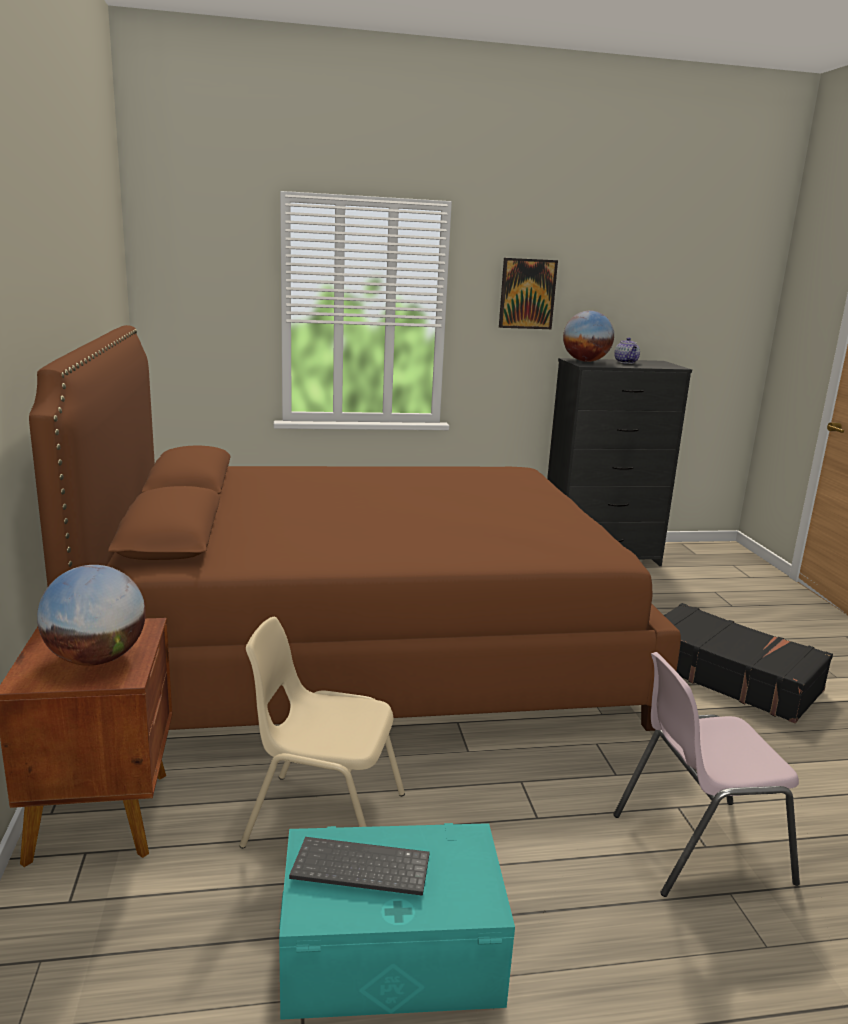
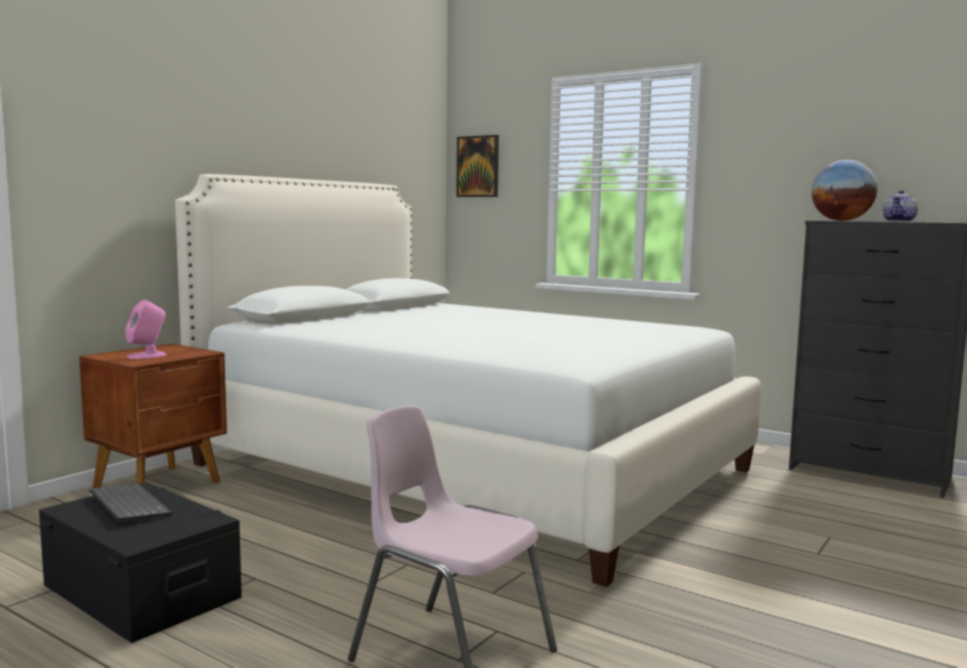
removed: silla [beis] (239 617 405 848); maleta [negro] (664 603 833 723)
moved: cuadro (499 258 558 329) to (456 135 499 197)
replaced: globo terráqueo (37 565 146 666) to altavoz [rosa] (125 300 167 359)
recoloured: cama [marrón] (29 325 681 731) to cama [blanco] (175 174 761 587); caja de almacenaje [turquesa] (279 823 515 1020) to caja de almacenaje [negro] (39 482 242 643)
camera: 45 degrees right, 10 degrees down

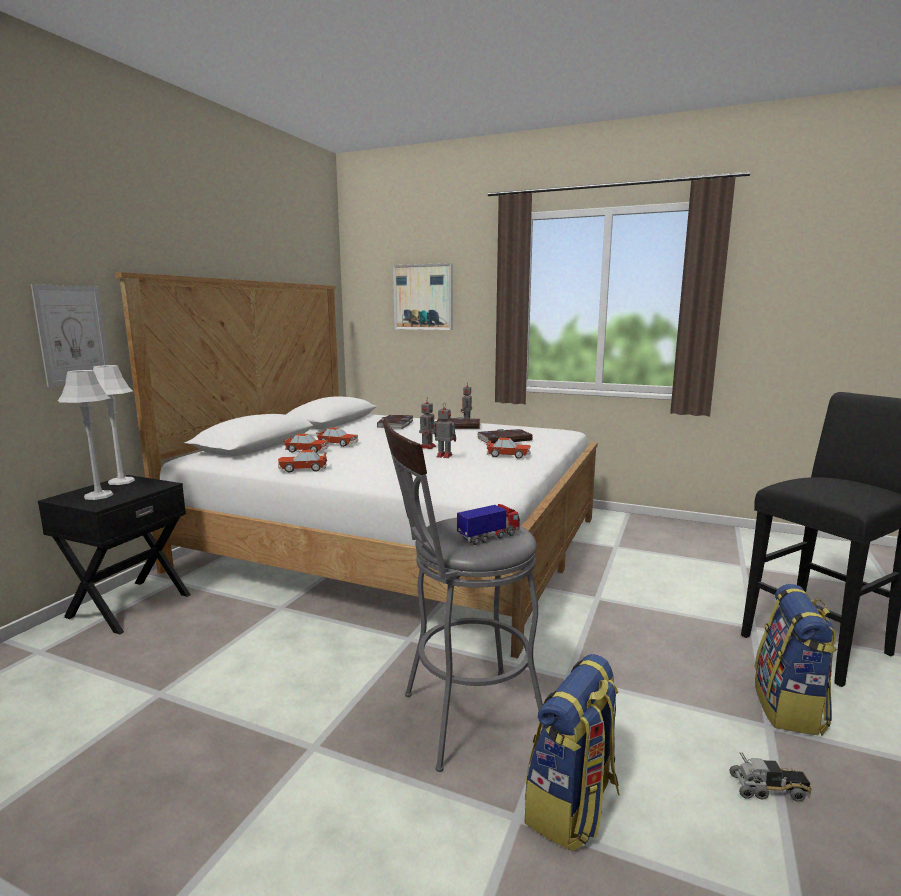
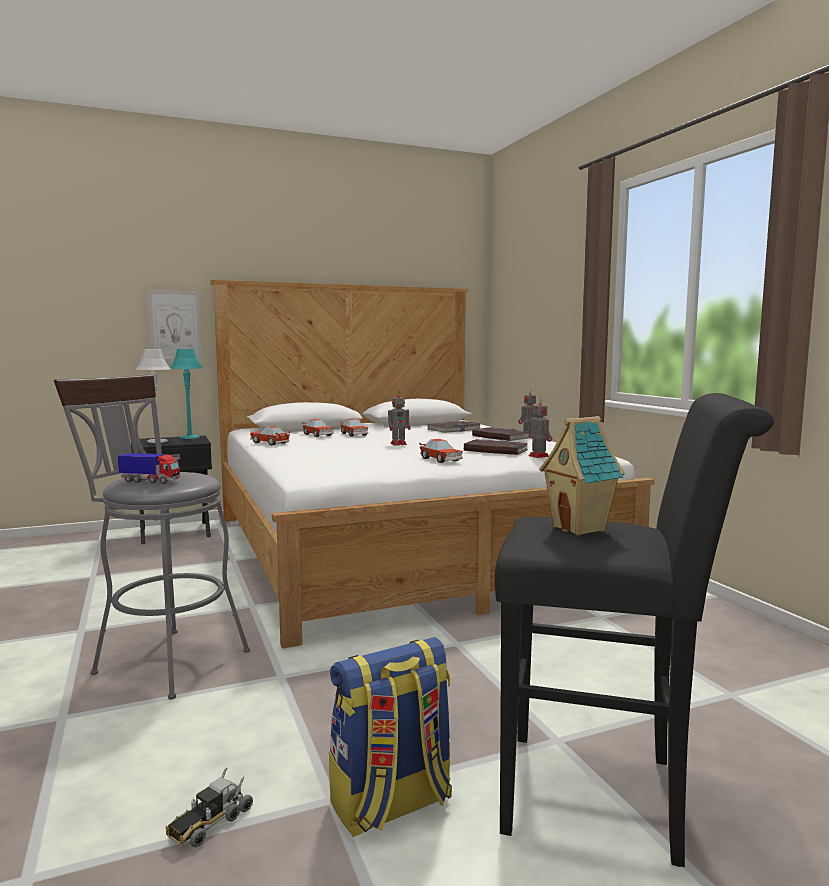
removed: cuadro (393 263 453 330); mochila (524 654 619 852)
added: casita (539 416 625 536)
moved: robot de juguete (431 403 456 458) to (528 399 552 458)
recoloured: lámpara de mesa [blanco] (93 365 135 485) to lámpara de mesa [turquesa] (170 349 203 439)
turned: camión de juguete (730 752 812 802) = (166 768 253 847) 75 degrees clockwise
camera: 45 degrees right, 5 degrees down

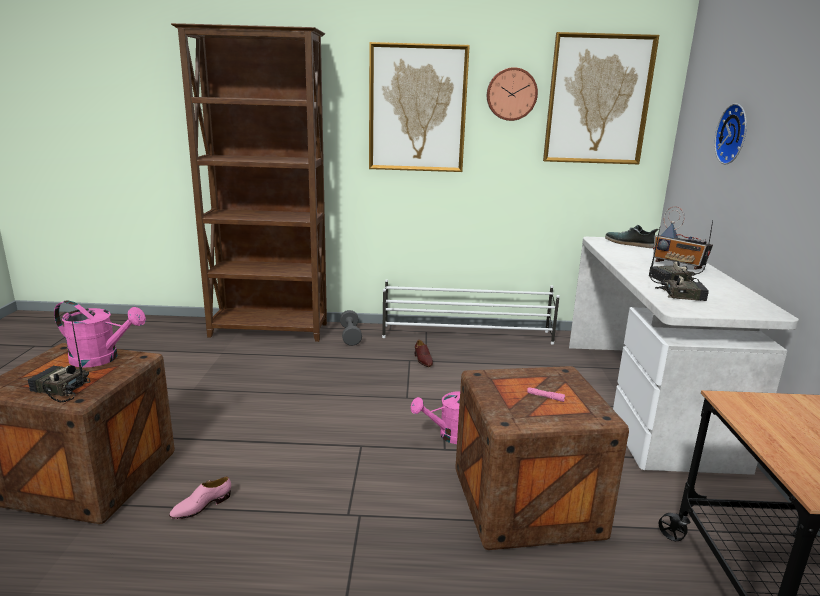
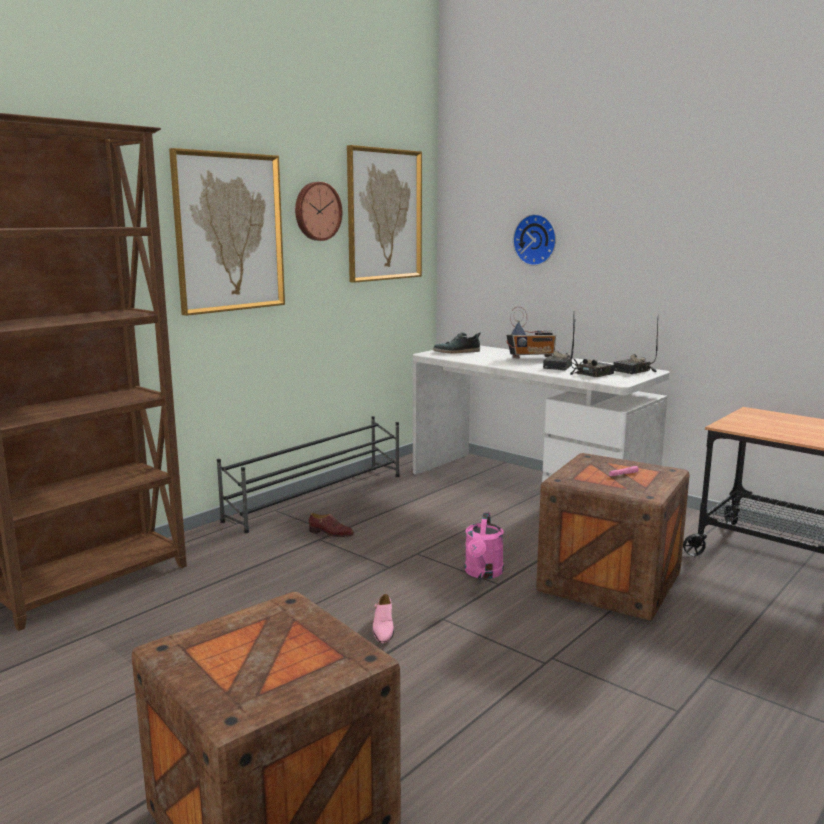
removed: regadera [rosa] (54 300 146 368); mancuerna [gris] (340 310 362 346)
moved: radio (28 321 91 402) to (614 321 658 374); zapato [rosa] (169 477 231 519) to (373 594 394 643)
recoloured: zapatero [blanco] (382 279 560 345) to zapatero [negro] (217 416 399 533)
camera: 50 degrees left, 5 degrees down

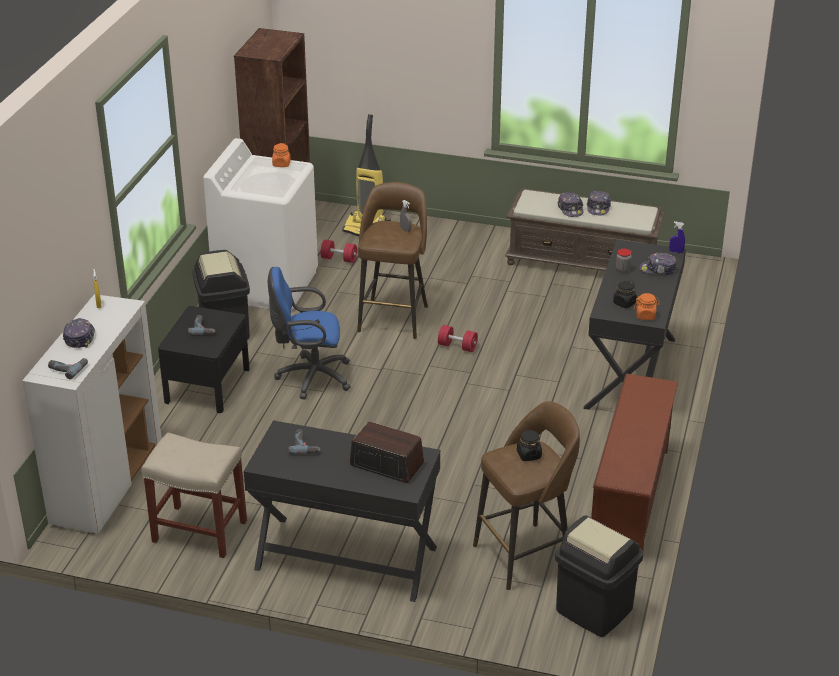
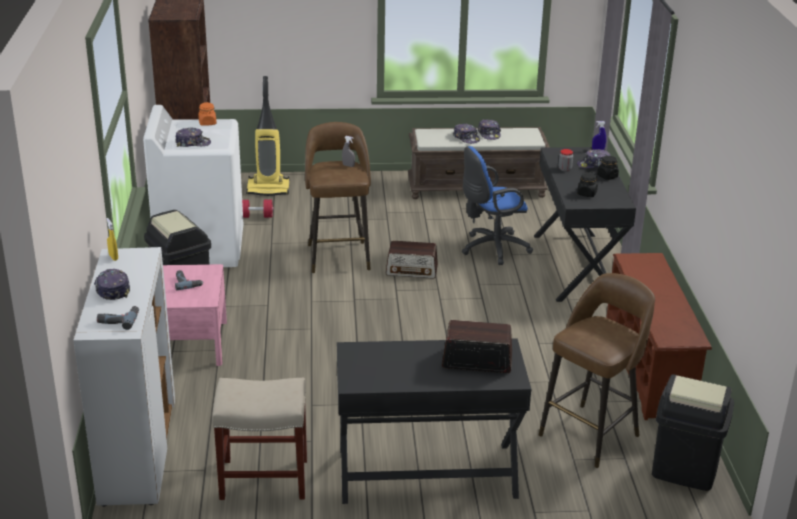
removed: taladro (289 429 320 455); tarro [naranja] (634 293 660 320)
added: gorra (175 128 211 147)
moved: silla de oficina [azul] (268 267 351 399) to (462 146 533 265); tarro [negro] (517 430 542 461) to (597 156 619 180)
replaced: mancuerna [rojo] (438 325 478 352) to radio (386 241 438 279)
recoloured: mesita de noche [negro] (158 306 250 413) to mesita de noche [rosa] (163 264 227 366)
camera: 20 degrees left, 5 degrees down

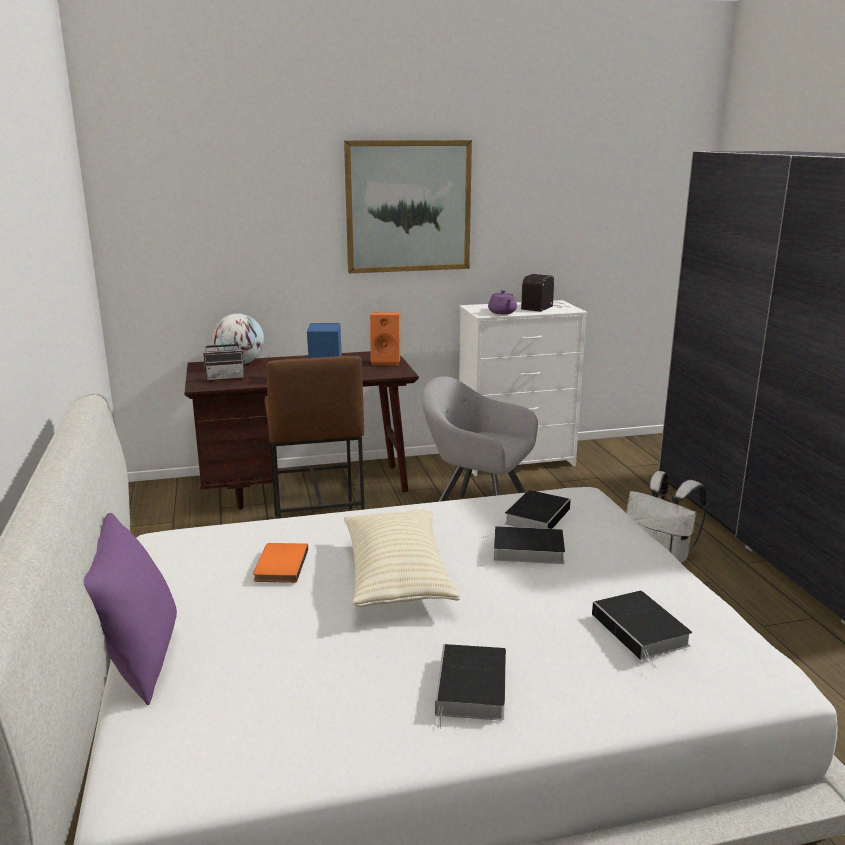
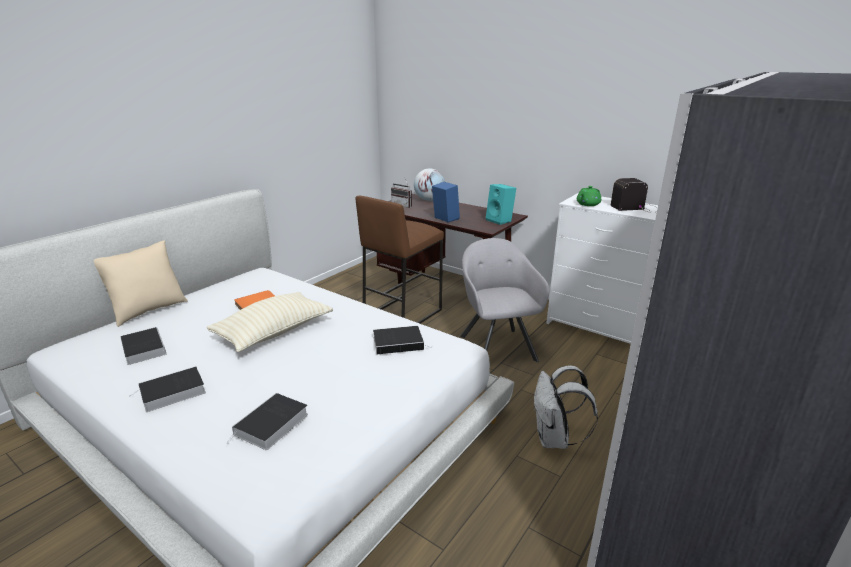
removed: cuadro (344 140 472 273)
moved: libro (483 526 565 564) to (121 327 166 365)
recoloured: cojín [morado] (83 513 177 705) to cojín [beis] (94 240 188 327); altavoz [naranja] (370 312 400 365) to altavoz [turquesa] (486 184 516 225); tetera [morado] (488 290 517 314) to tetera [verde] (577 186 601 206)
camera: 50 degrees right, 5 degrees up

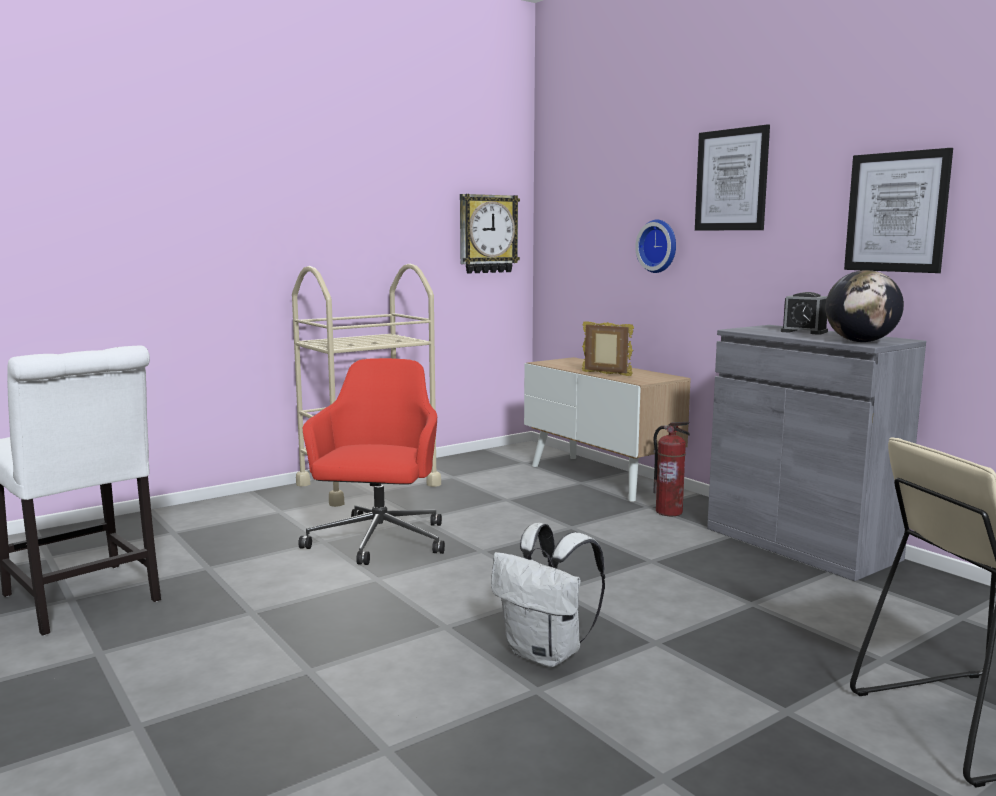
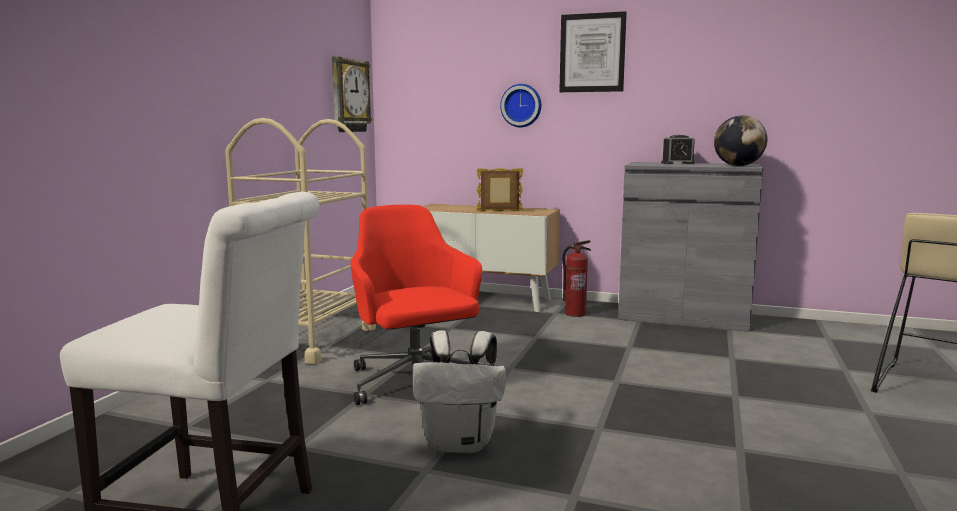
removed: cuadro (844 148 953 273)
moved: mochila [blanco] (491 523 605 667) to (413 330 506 453)
camera: 35 degrees left, 0 degrees up

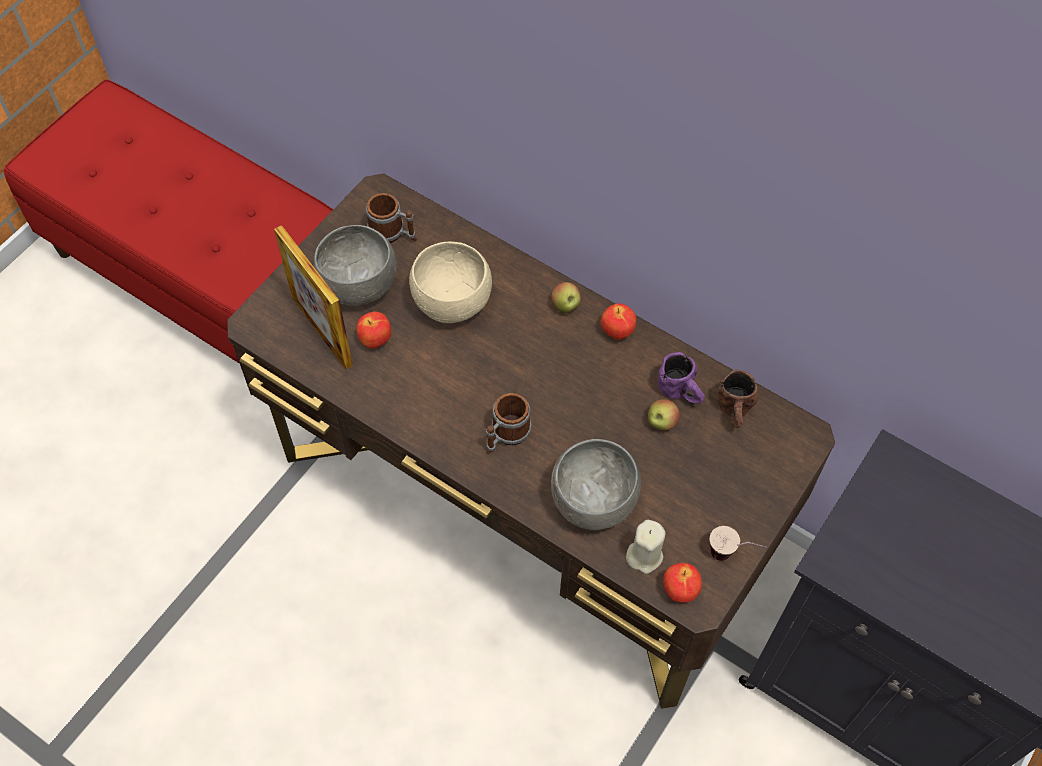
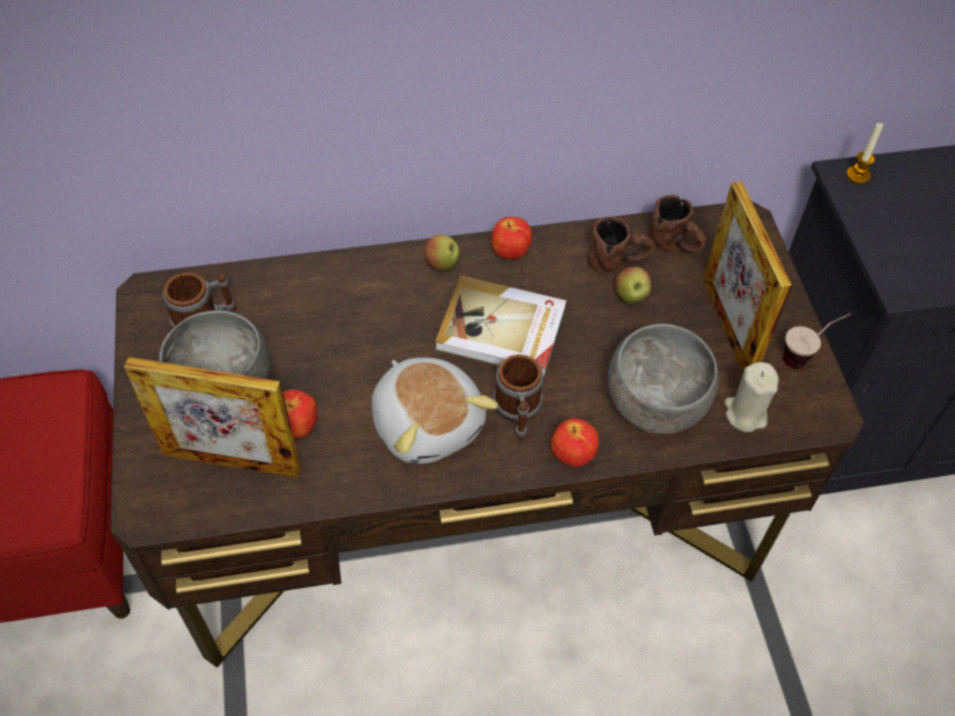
removed: cuenco [beis] (409 242 492 323)
added: peluche (372 357 498 464); libro (435 276 567 377); portarretratos (703 181 792 373); vela (847 123 883 184)
moved: manzana (663 563 702 603) to (550 418 599 467)
recoloured: taza grande [morado] (658 352 705 404) to taza grande [marrón] (588 217 654 273)
camera: 45 degrees left, 5 degrees down

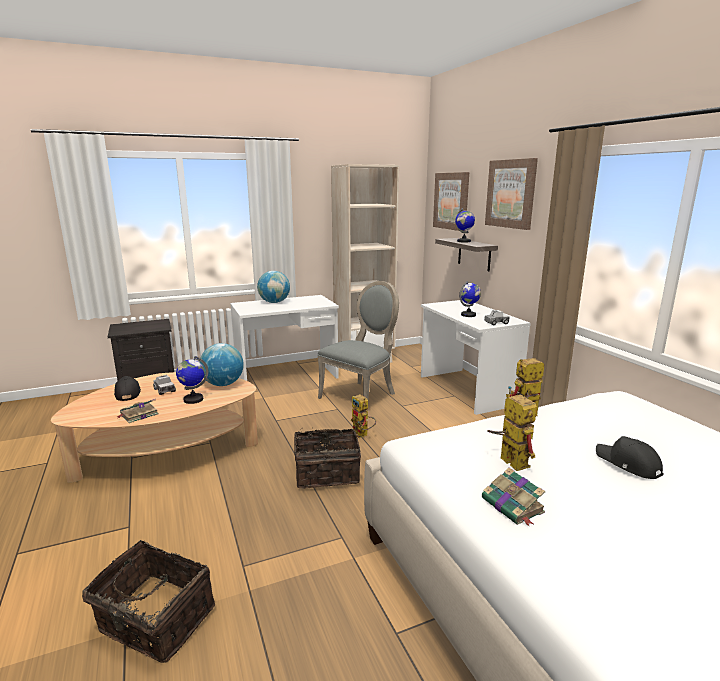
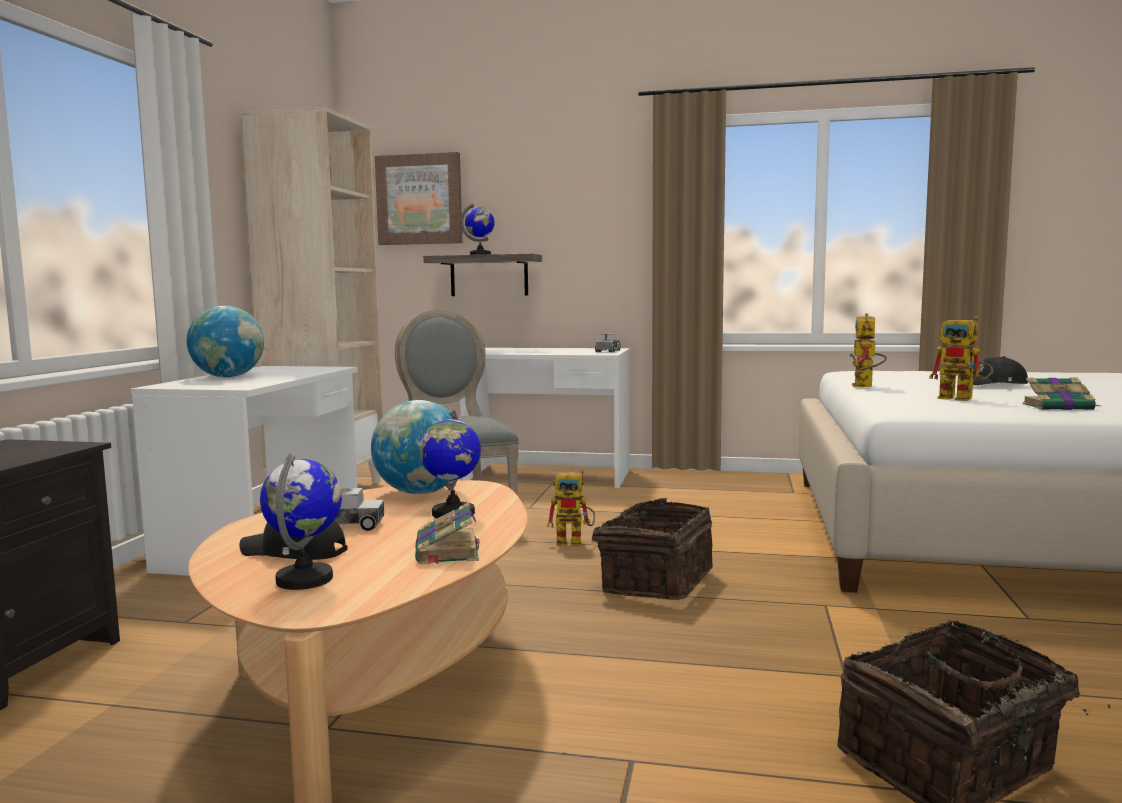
removed: cuadro (485 158 538 230)
moved: globo terráqueo (459 281 481 317) to (260 454 342 590)
turned: robot de juguete (487 390 537 471) = (929 316 993 401) 150 degrees counterclockwise
camera: 55 degrees left, 10 degrees down

